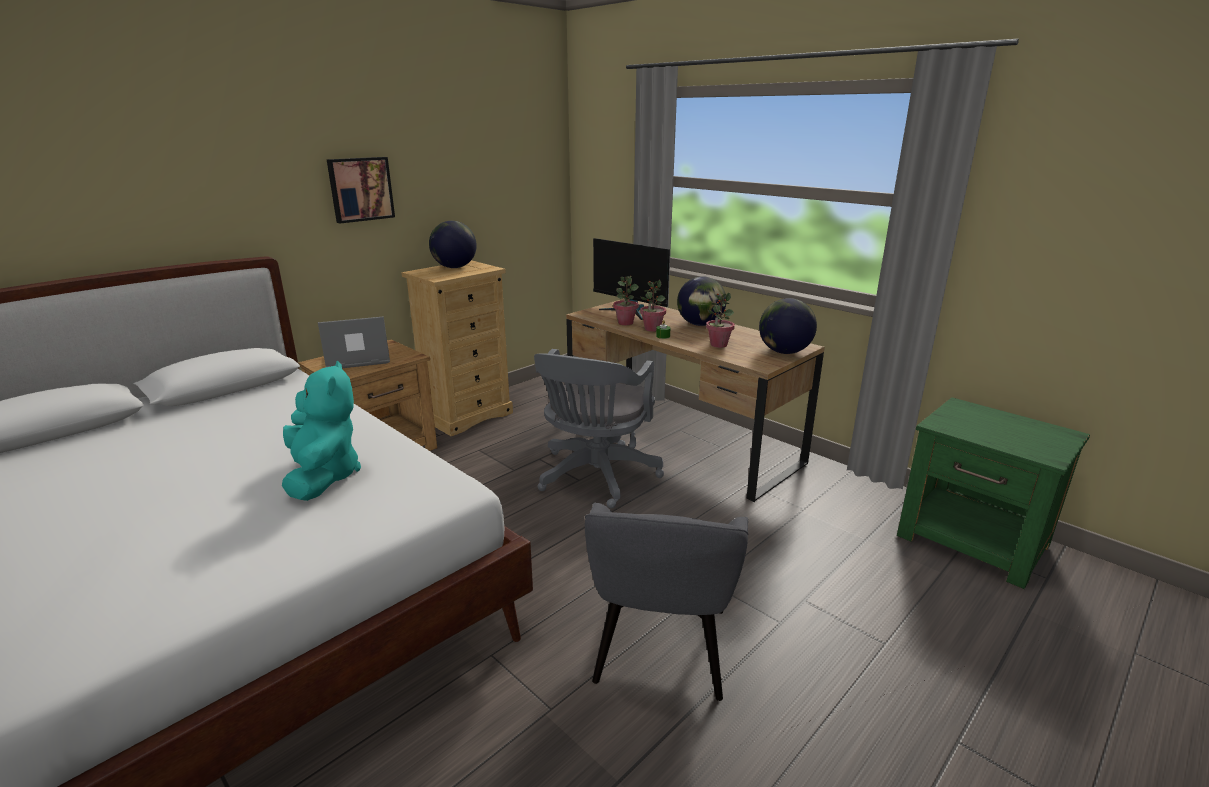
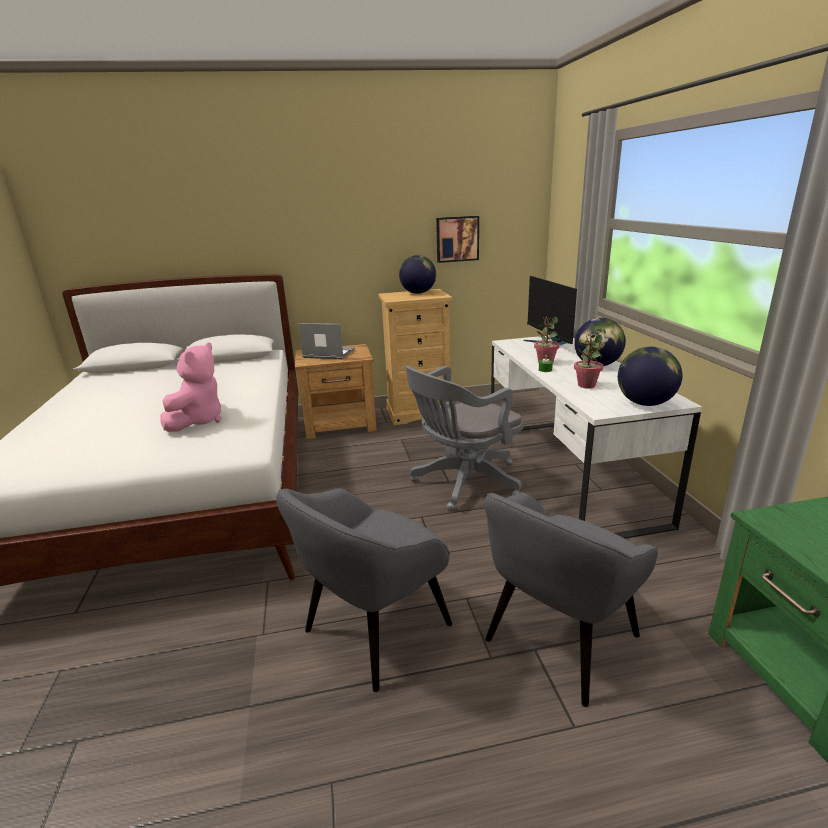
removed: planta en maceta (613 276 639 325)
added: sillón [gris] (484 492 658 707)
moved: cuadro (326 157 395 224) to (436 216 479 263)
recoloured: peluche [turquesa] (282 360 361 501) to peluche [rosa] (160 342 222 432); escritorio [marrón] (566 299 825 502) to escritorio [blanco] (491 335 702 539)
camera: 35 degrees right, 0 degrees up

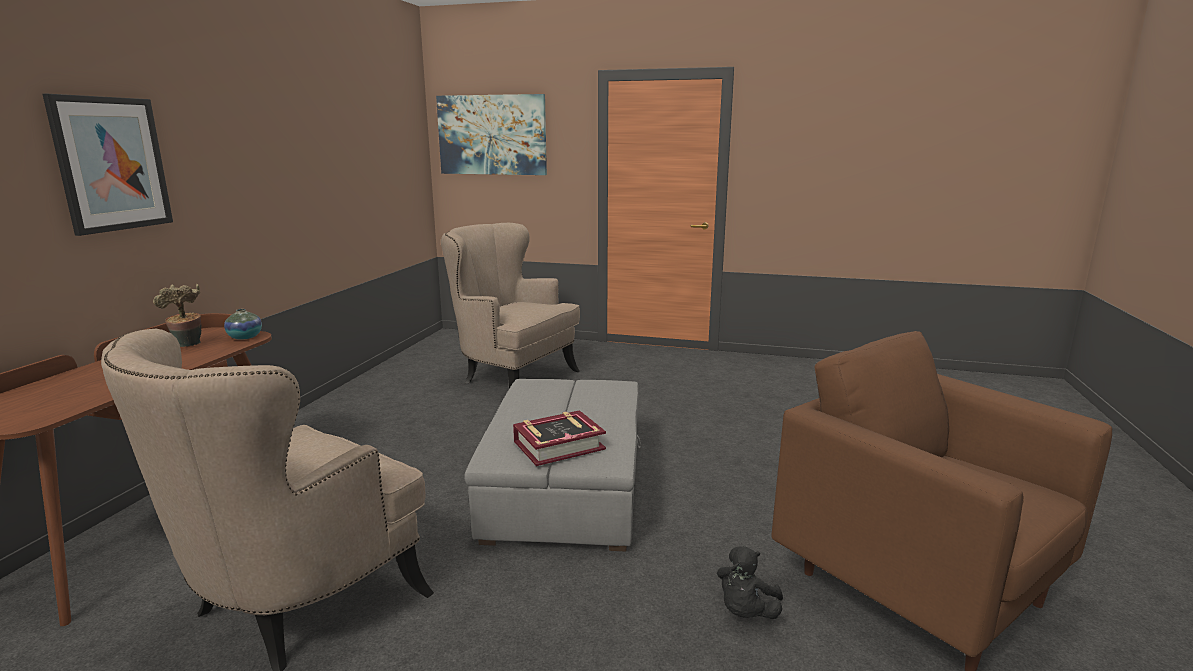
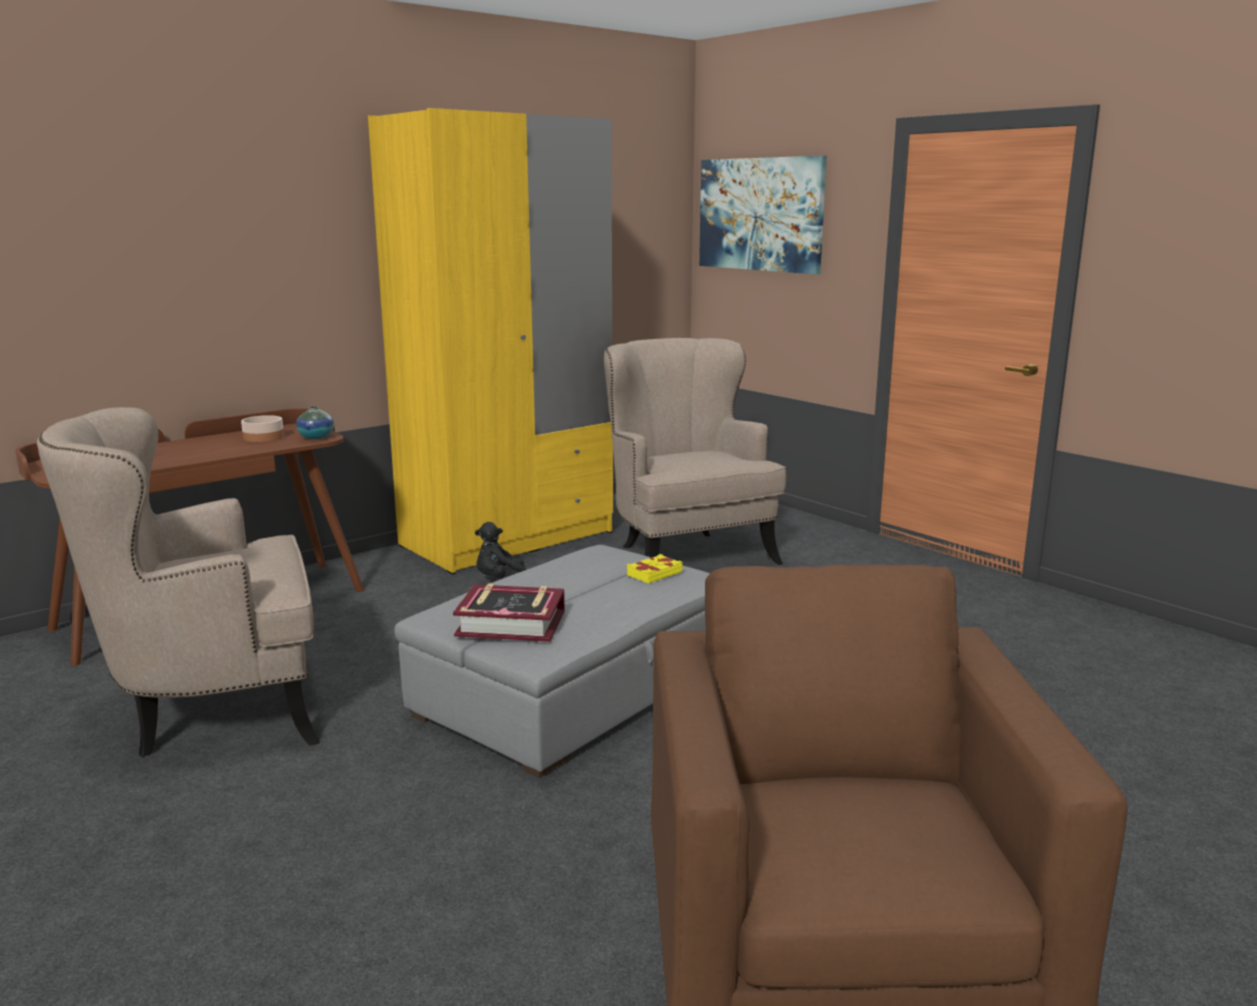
removed: cuadro (43 94 173 236)
added: armario ropero [amarillo] (368 108 613 574); libro [amarillo] (627 554 682 583)
moved: peluche [negro] (717 546 783 619) to (475 522 527 579)
replaced: planta en maceta (153 284 201 347) to cuenco (241 415 284 442)
camera: 35 degrees right, 0 degrees up

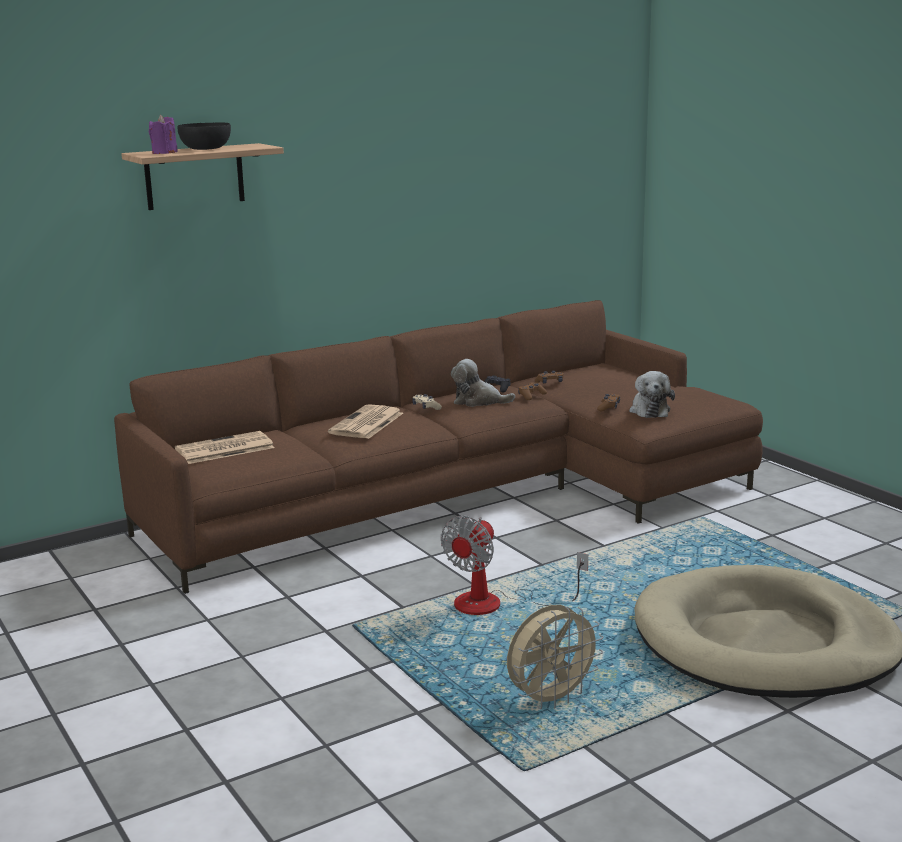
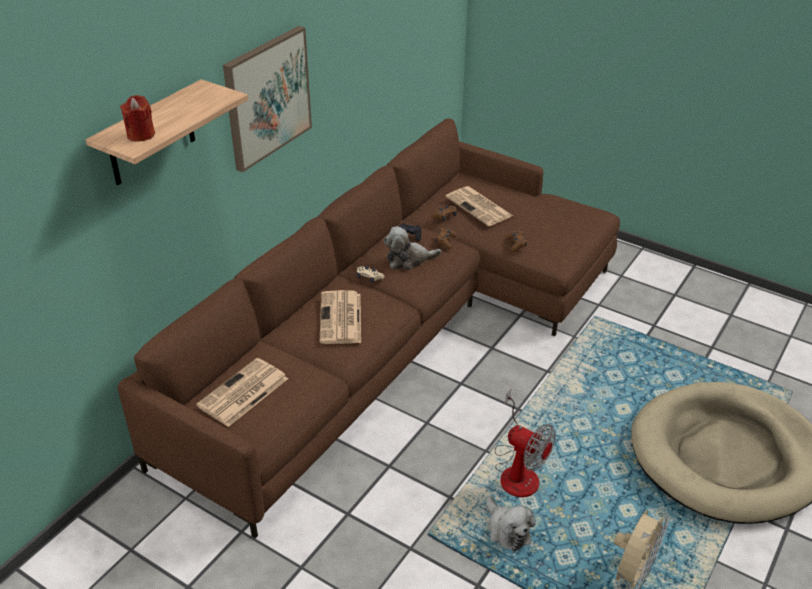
removed: cuenco [negro] (177 122 231 150)
added: cuadro (223 26 312 172); periódico (446 186 513 226)
moved: peluche (629 371 675 418) to (486 496 535 551)
recoloured: vela [morado] (149 115 178 154) to vela [rojo] (120 95 155 142)
turned: ventilador (441 515 588 615) = (495 389 555 497) 60 degrees counterclockwise
camera: 25 degrees left, 20 degrees up

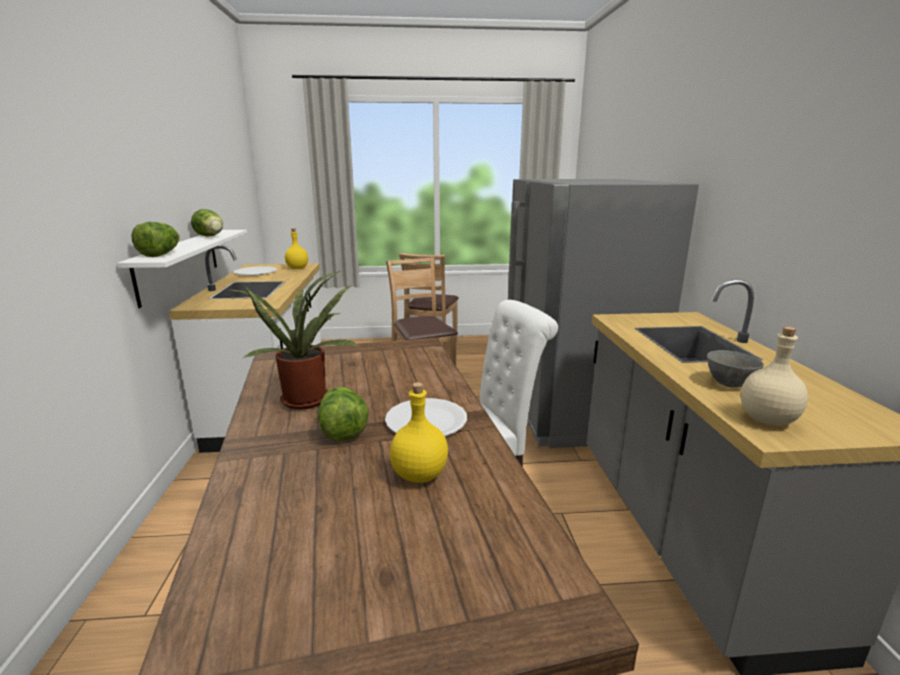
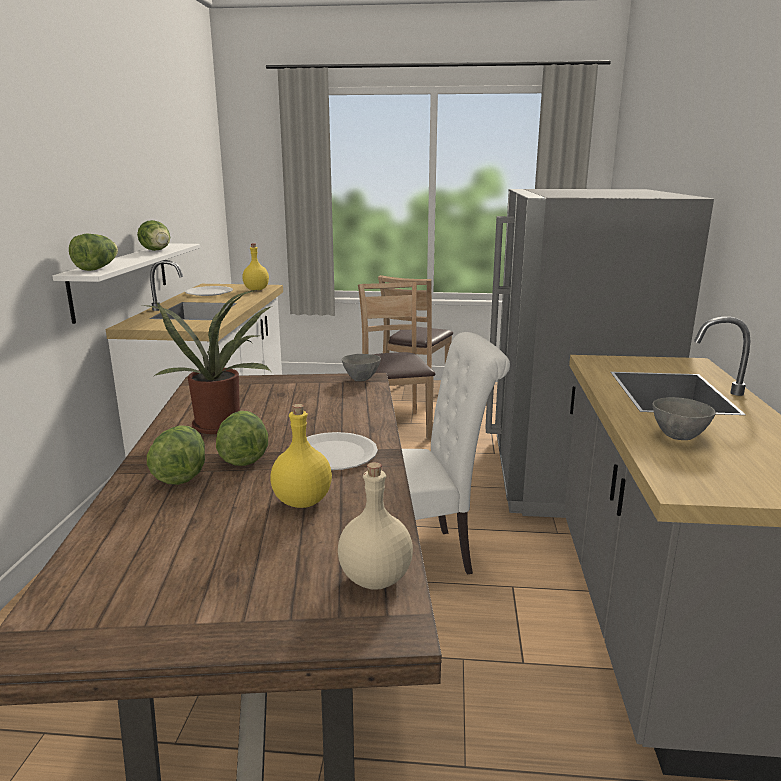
added: lechuga (147 425 205 485); cuenco [gris] (342 354 381 381)
moved: botella [beis] (740 326 808 426) to (338 462 413 590)
camera: 10 degrees right, 0 degrees up

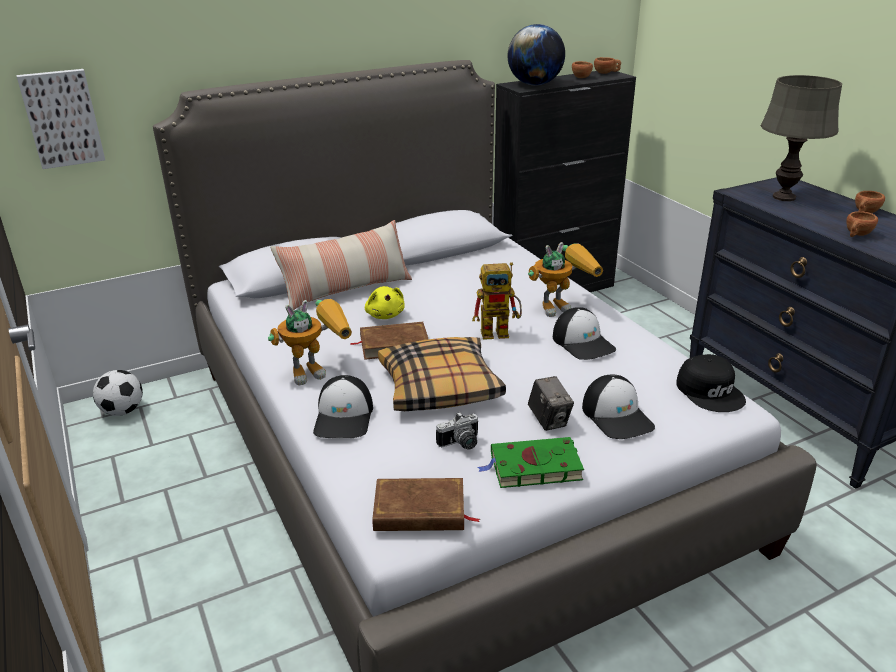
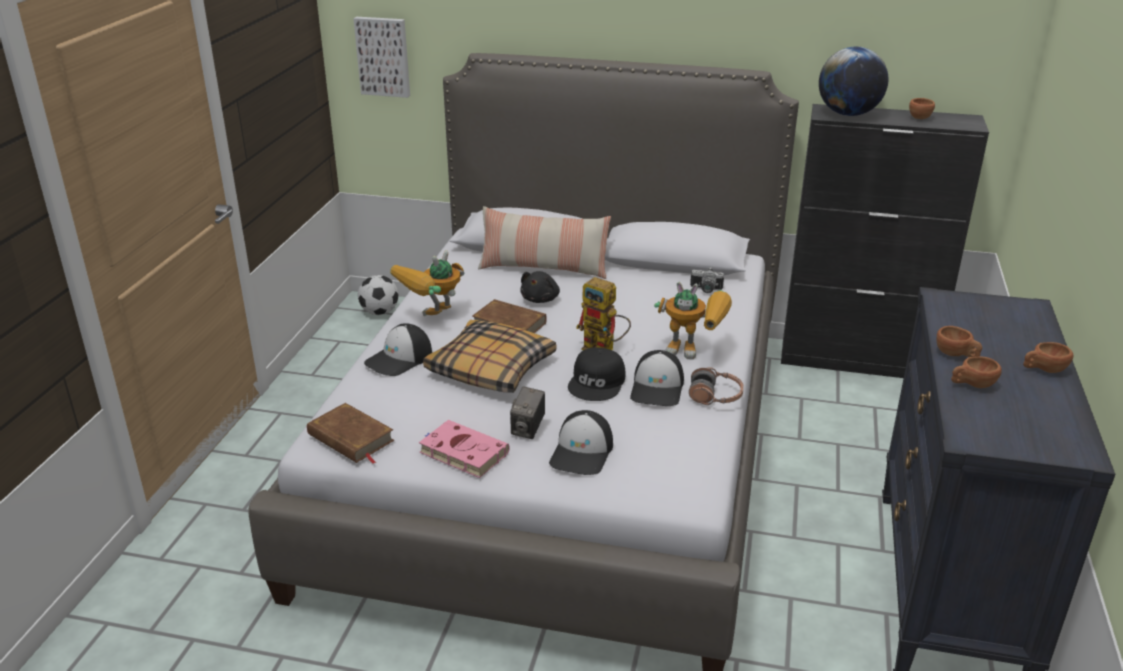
removed: lámpara de mesa [gris] (761 75 842 201)
added: auriculares (689 367 744 405)
moved: cámara (436 412 479 450) to (690 267 724 293); taza [marrón] (594 57 621 74) to (937 326 982 357); gorra [negro] (676 354 746 412) to (568 347 625 401)
recoloured: peluche [amarillo] (365 286 405 319) to peluche [negro] (521 271 560 303); libro [verde] (478 437 584 488) to libro [rosa] (419 420 510 478)
turned: robot de juguete (268 299 352 385) = (390 250 464 316) 120 degrees clockwise
camera: 40 degrees right, 0 degrees up

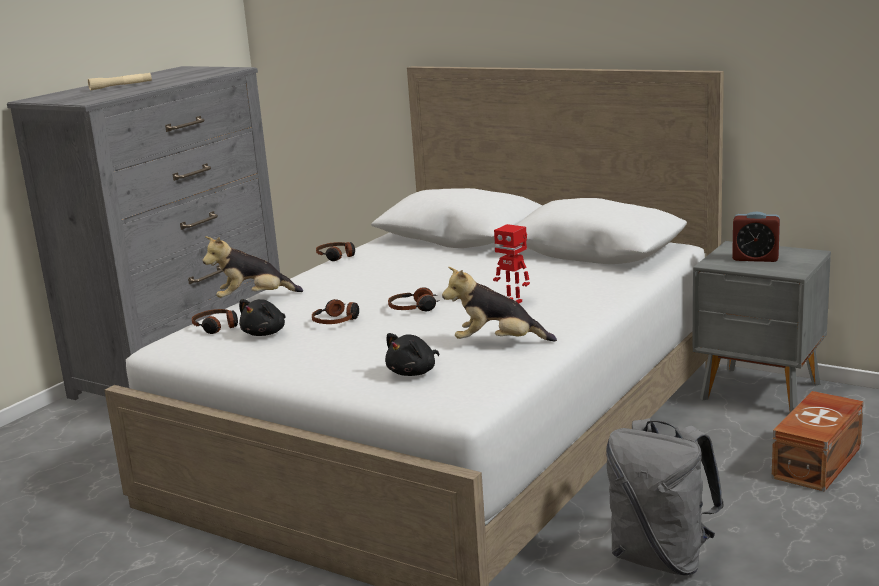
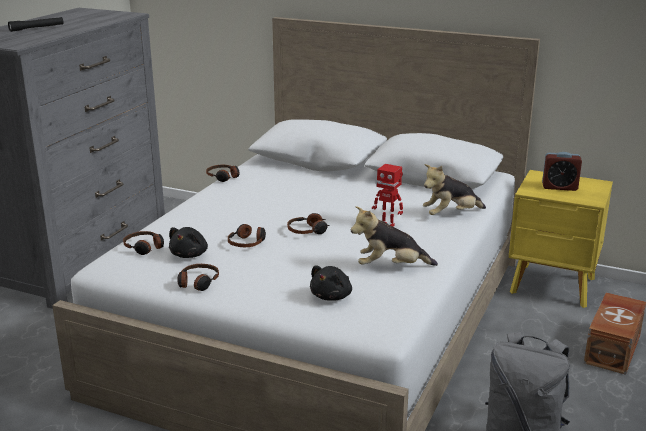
added: auriculares (177 264 219 291)
moved: peluche (203 236 303 298) to (423 164 486 215)
recoloured: linterna [beis] (88 73 152 90) to linterna [negro] (8 17 64 32); mesita de noche [gris] (693 241 831 413) to mesita de noche [amarillo] (509 170 613 308)
camera: 10 degrees left, 5 degrees up

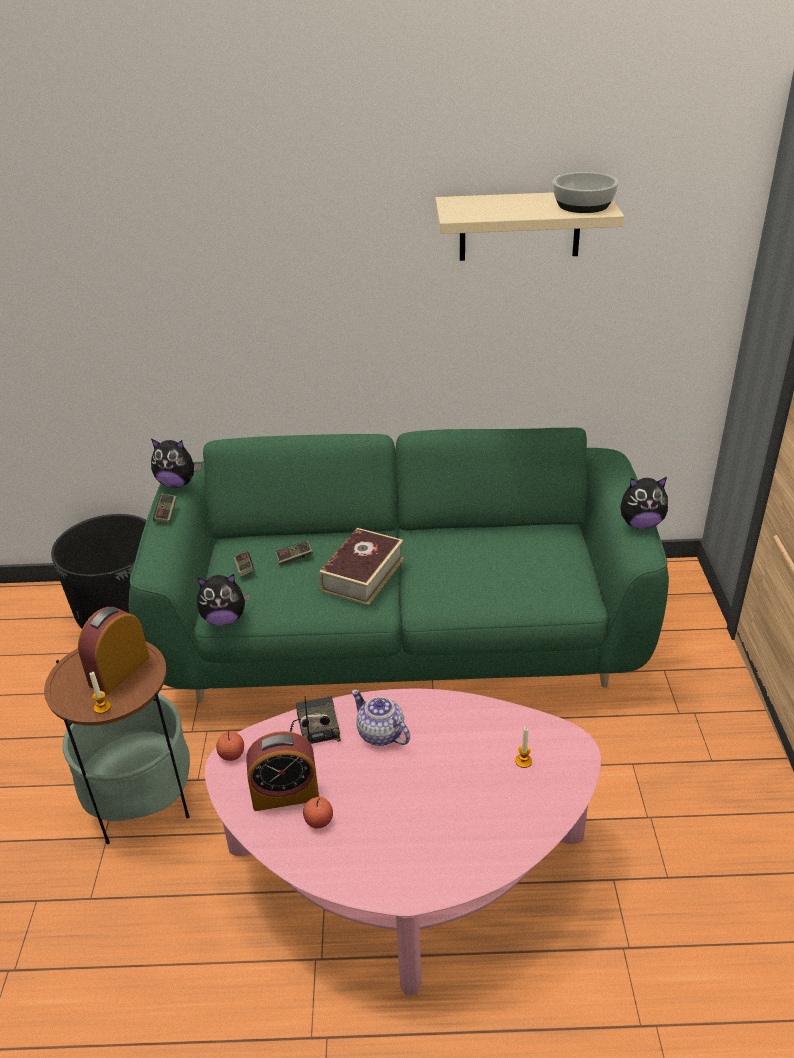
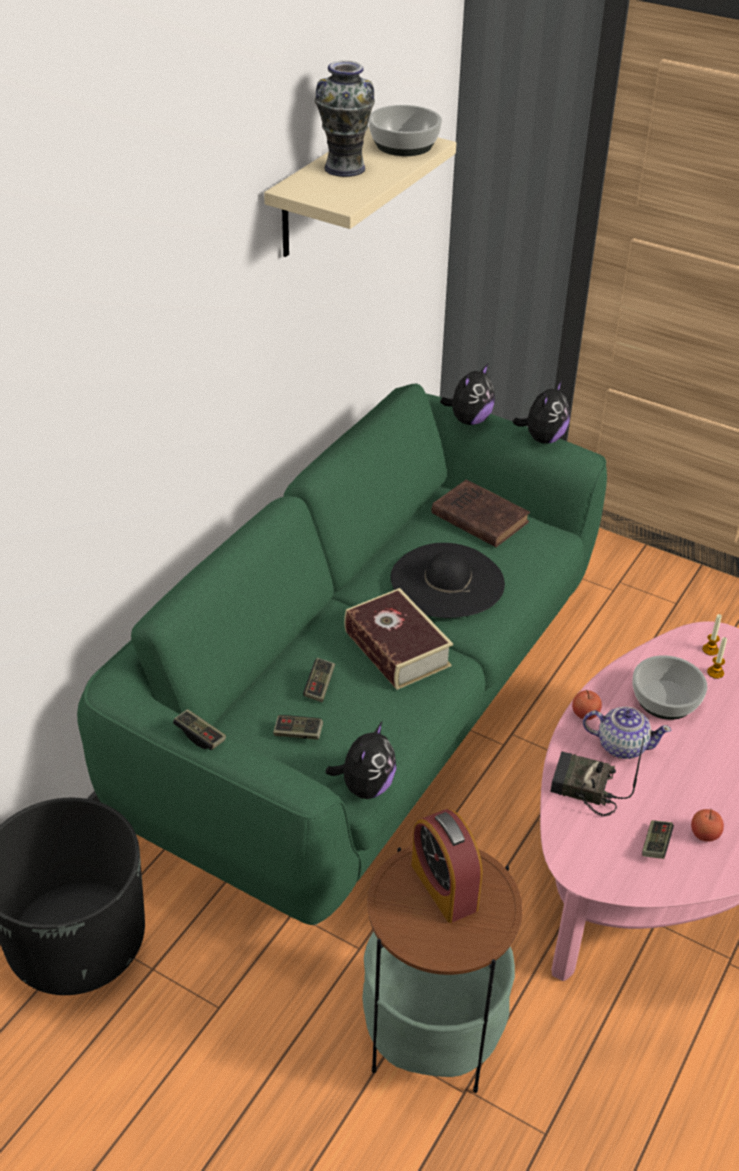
added: florero (315 60 375 177); sombrero [negro] (391 543 505 618); libro [marrón] (431 479 530 547); cuenco (633 655 707 720)
moved: vela (89 672 111 714) to (702 614 722 656); peluche (151 439 201 488) to (440 364 495 425); manzana (216 731 244 761) to (572 690 602 720)
replaced: despertador (246 731 319 811) to mando de consola (642 820 674 859)
turned: tetera (351 689 410 746) = (583 707 671 759) 150 degrees counterclockwise
camera: 60 degrees left, 5 degrees up

